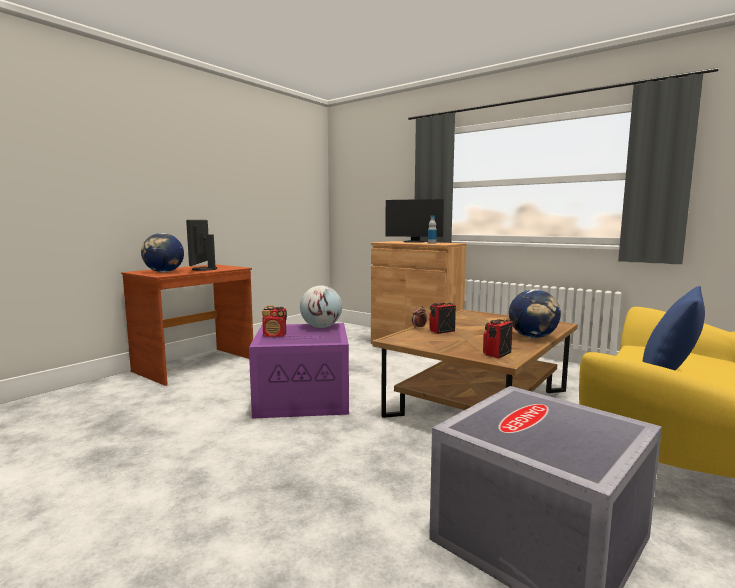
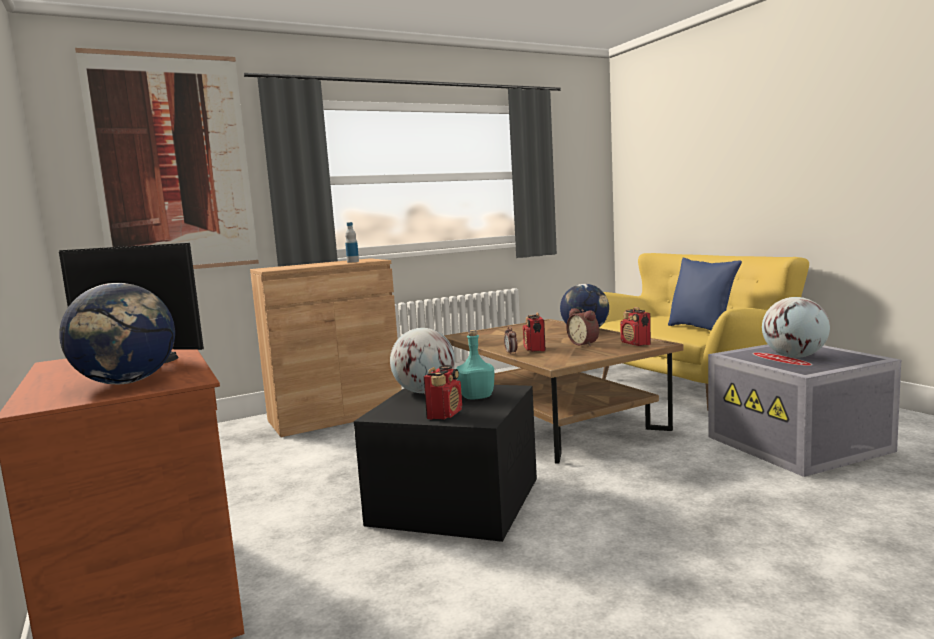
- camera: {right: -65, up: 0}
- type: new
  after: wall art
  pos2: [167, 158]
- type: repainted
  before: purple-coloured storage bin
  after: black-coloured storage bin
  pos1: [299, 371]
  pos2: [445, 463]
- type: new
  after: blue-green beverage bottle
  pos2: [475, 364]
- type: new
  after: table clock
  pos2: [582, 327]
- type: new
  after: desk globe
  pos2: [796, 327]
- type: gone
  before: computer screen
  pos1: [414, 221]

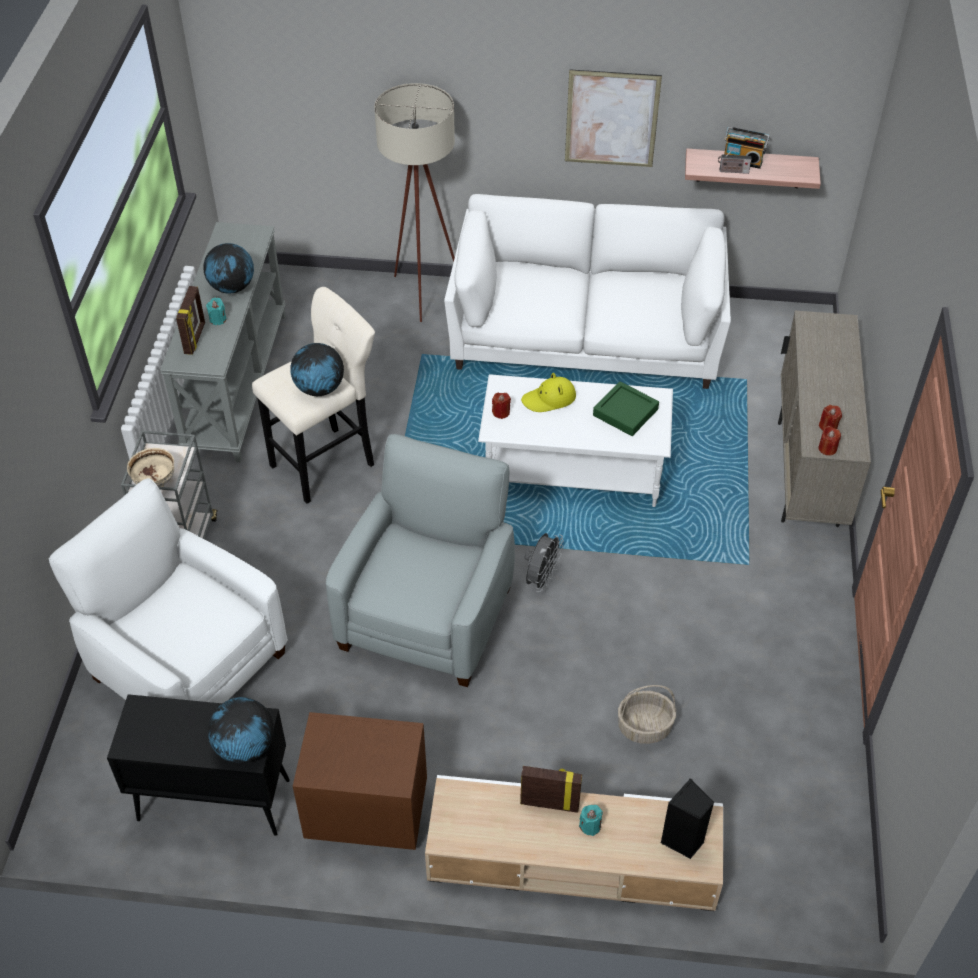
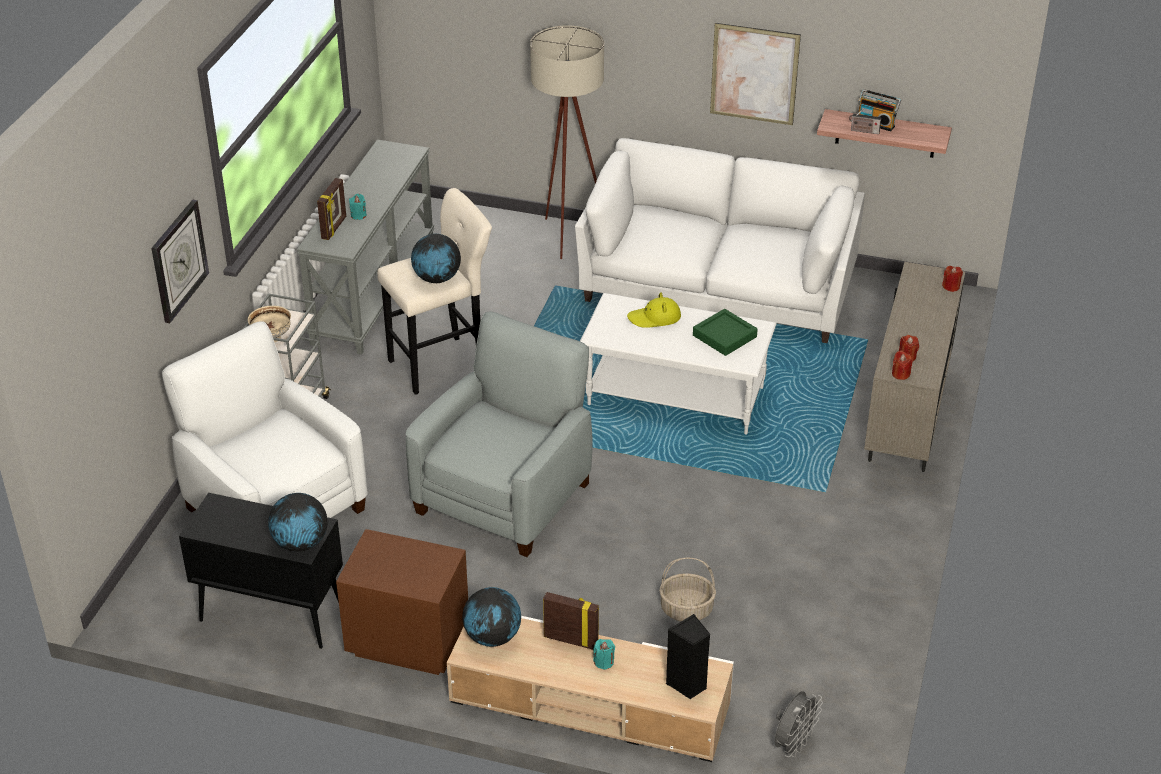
- camera: {right: 10, up: -10}
- type: new
  after: hanging clock
  pos2: [180, 261]
- type: shifted
  before: desk globe
  pos1: [228, 268]
  pos2: [491, 617]
- type: shifted
  before: grey fan
  pos1: [544, 562]
  pos2: [799, 724]
- type: shifted
  before: red wax light
  pos1: [501, 406]
  pos2: [952, 279]

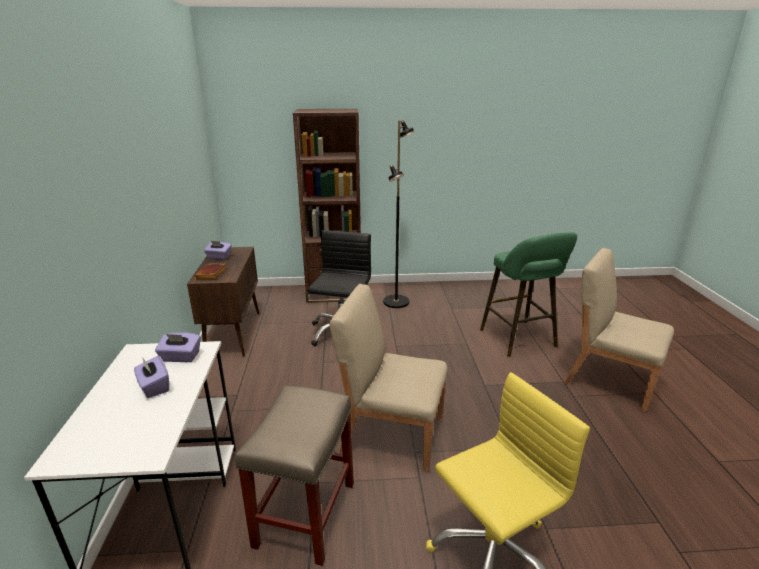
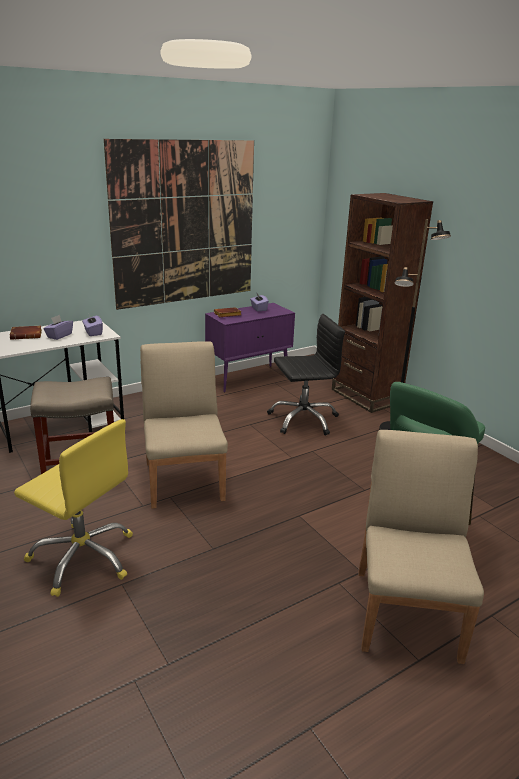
- camera: {right: 60, up: 0}
- type: new
  after: brown volume
  pos2: [26, 333]
- type: new
  after: wall art
  pos2: [179, 224]
- type: repainted
  before: brown storage cabinet
  after: purple-coloured storage cabinet
  pos1: [223, 302]
  pos2: [250, 348]

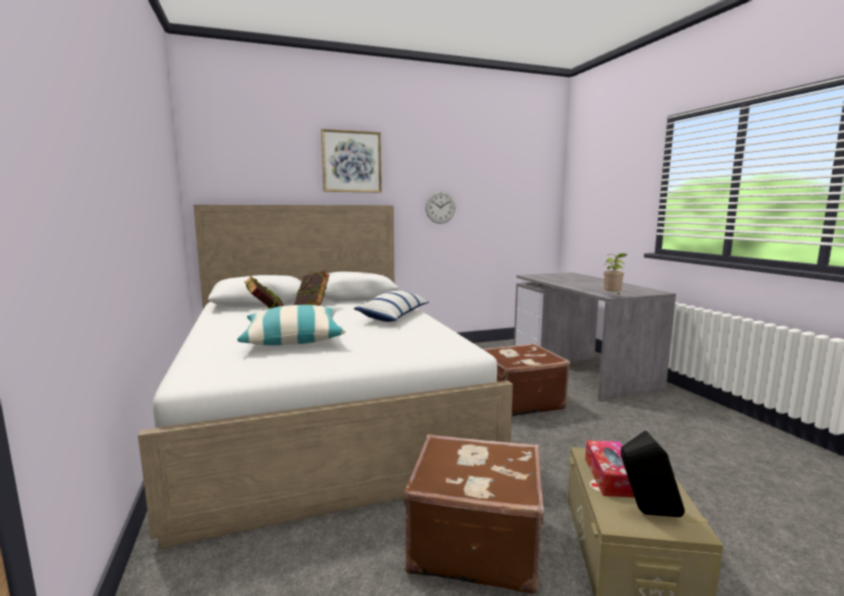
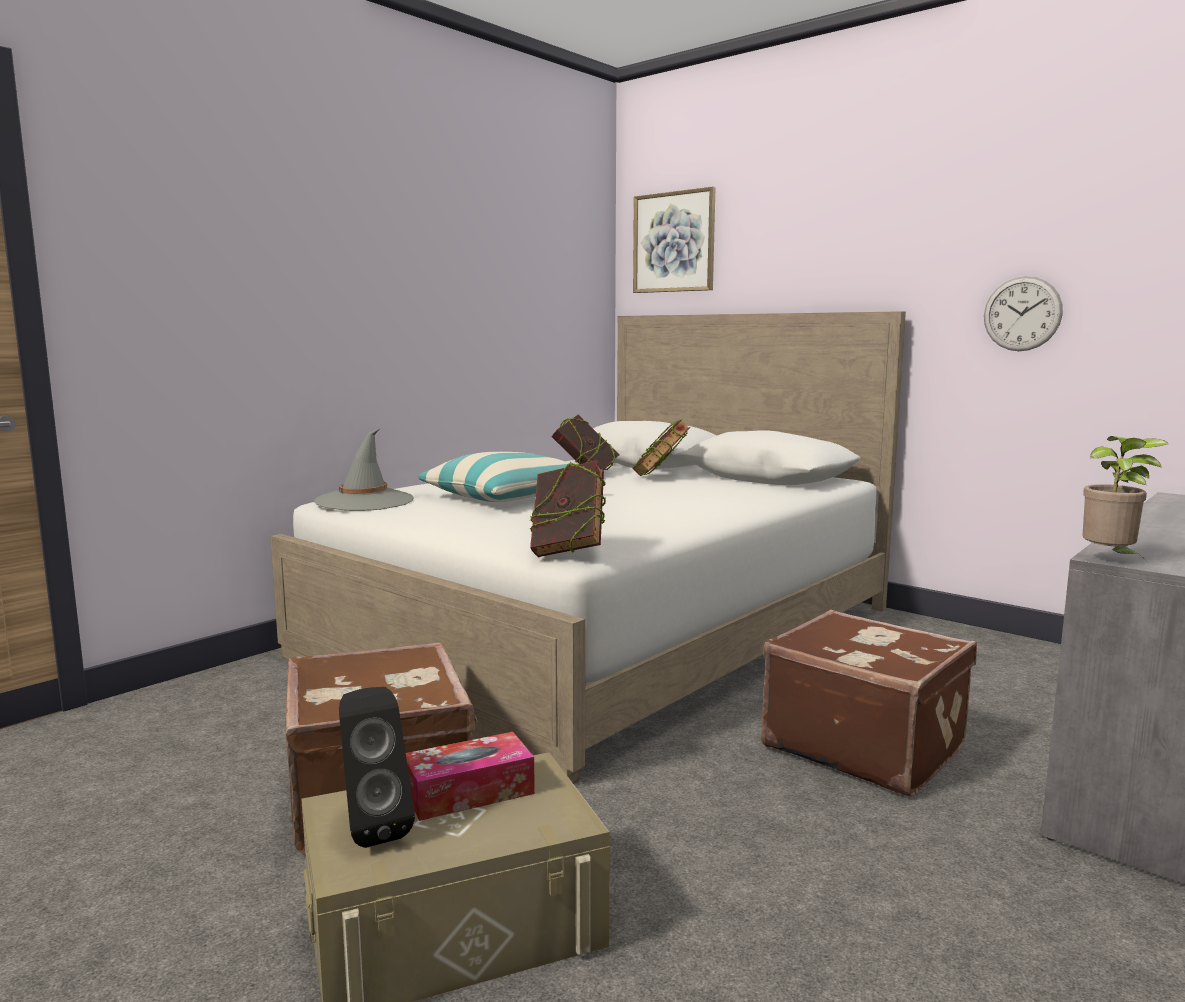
- camera: {right: 60, up: 0}
- type: new
  after: grey hat
  pos2: [364, 470]
- type: new
  after: volume
  pos2: [567, 508]
- type: shifted
  before: wall art
  pos1: [351, 160]
  pos2: [674, 240]
- type: gone
  before: throw pillow
  pos1: [391, 306]

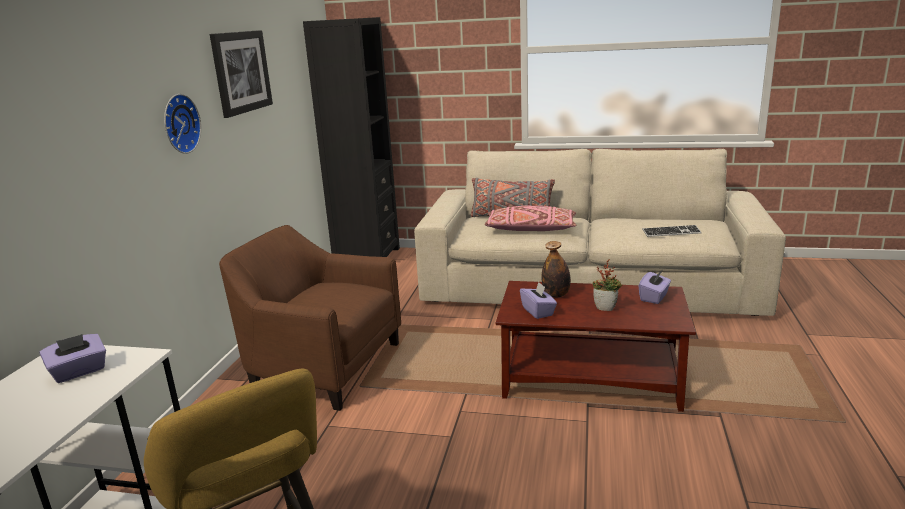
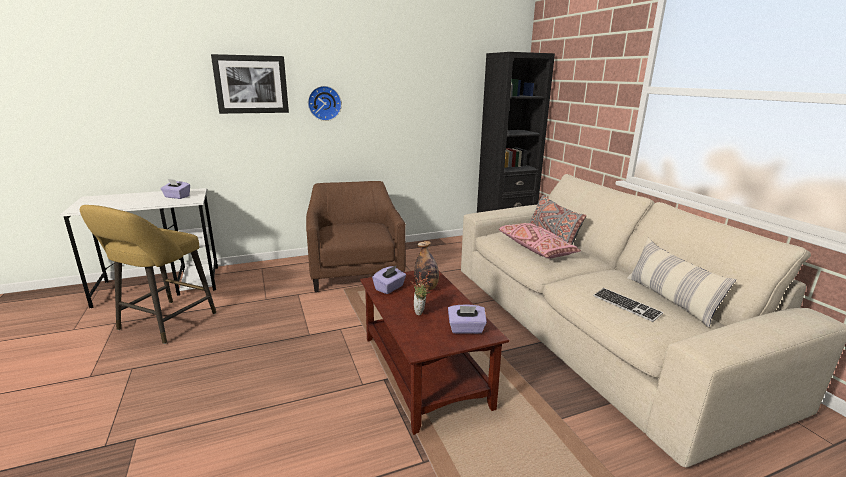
- camera: {right: 55, up: 0}
- type: shifted
  before: wall art
  pos1: [241, 74]
  pos2: [250, 84]
- type: new
  after: throw pillow
  pos2: [681, 283]

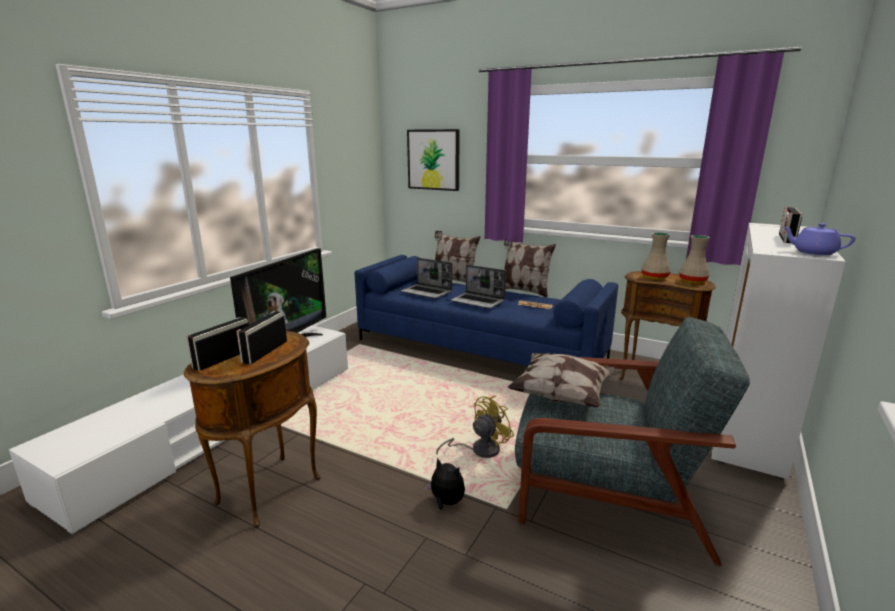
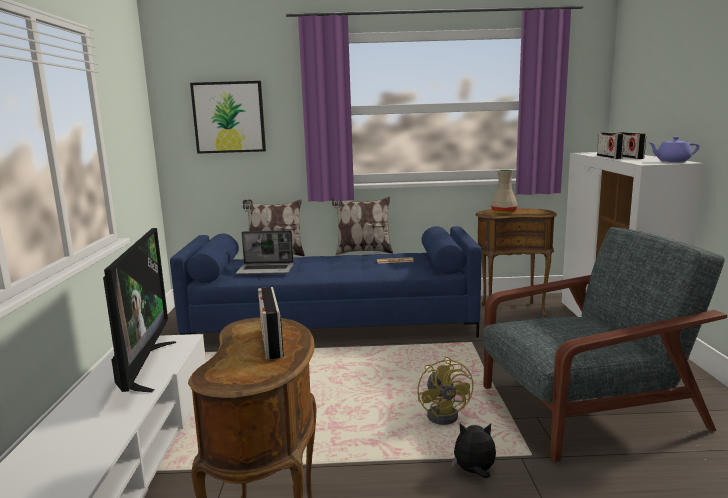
- camera: {right: -30, up: -5}
- type: rotated
  before: yellowish fan
  pos1: [475, 427]
  pos2: [445, 390]
  turn: 150
- type: shifted
  before: radio set
  pos1: [217, 344]
  pos2: [610, 145]
- type: gone
  before: laptop
  pos1: [478, 287]
- type: gone
  before: throw pillow
  pos1: [562, 380]
- type: gone
  before: beige decorative vase
  pos1: [694, 259]

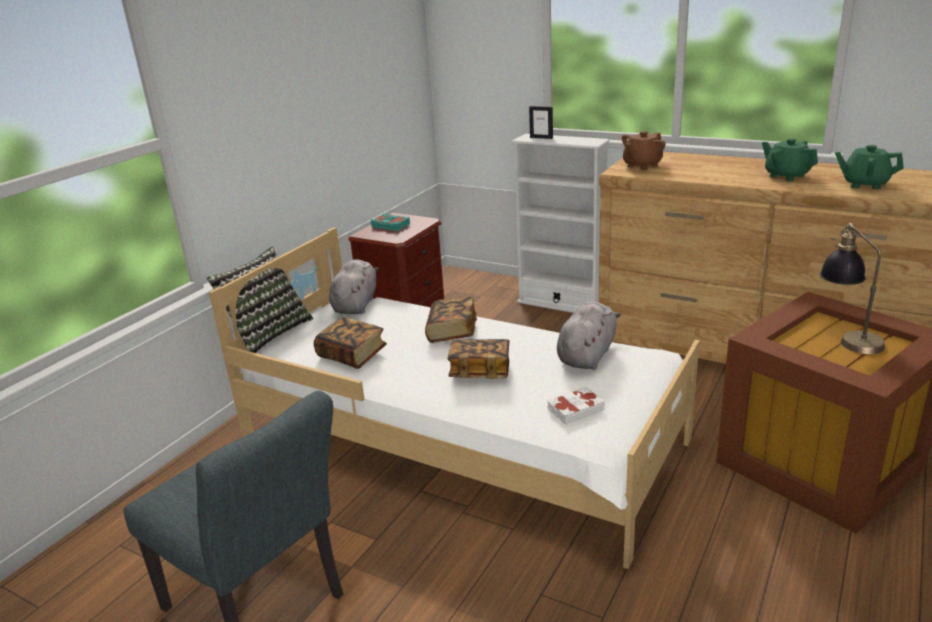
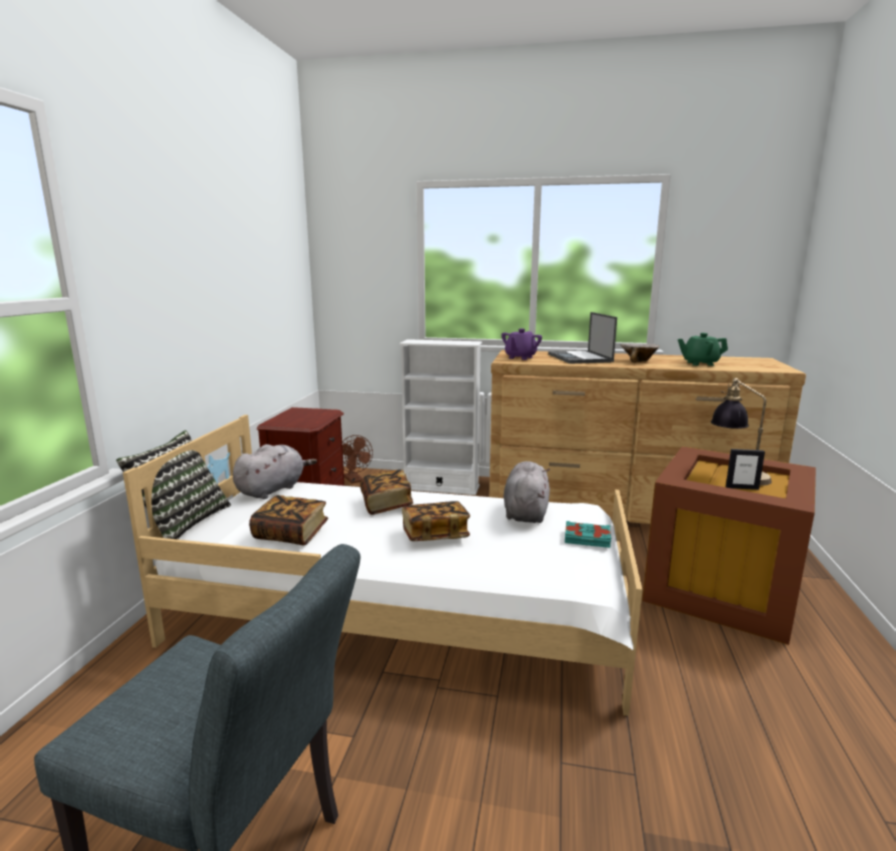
- camera: {right: -20, up: -10}
- type: rotated
  before: grey cuddly toy
  pos1: [354, 286]
  pos2: [275, 471]
  turn: 45
- type: new
  after: brown fan
  pos2: [357, 459]
- type: repainted
  before: brown teapot
  after: purple-coloured teapot
  pos1: [644, 150]
  pos2: [521, 344]
- type: new
  after: laptop
  pos2: [582, 338]
- type: shifted
  before: blue-green volume
  pos1: [390, 222]
  pos2: [588, 534]
- type: swapped
  before: green teapot
  after: deep dish
  pos1: [790, 159]
  pos2: [640, 353]
- type: shifted
  before: picture frame
  pos1: [541, 122]
  pos2: [745, 469]
- type: gone
  before: whitish volume
  pos1: [576, 406]

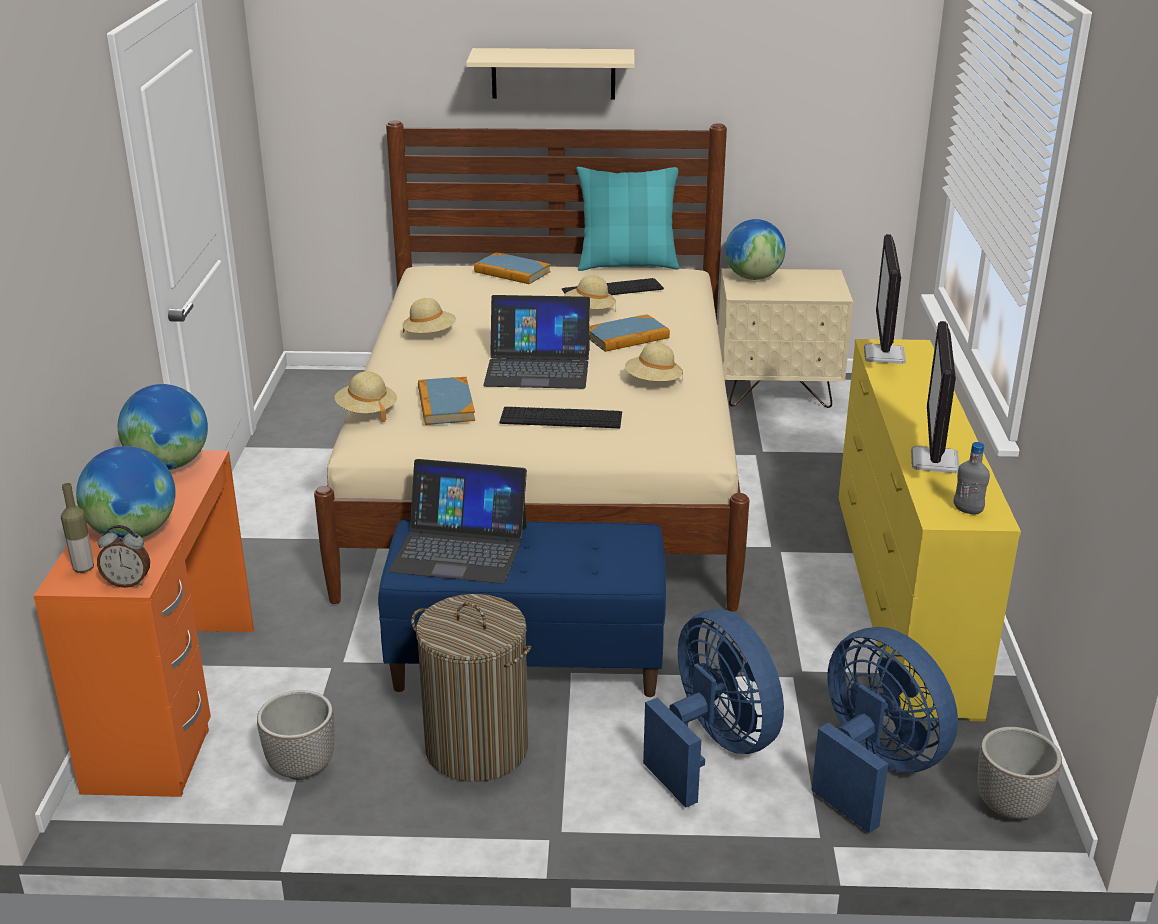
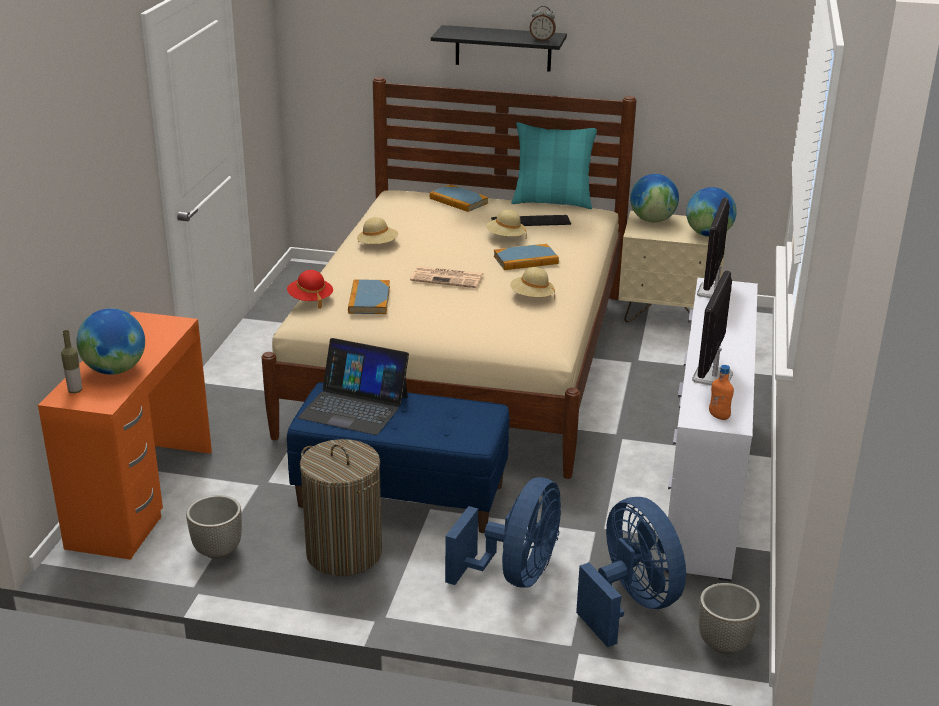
- camera: {right: 10, up: 0}
- type: repainted
  before: beige hat
  after: red hat
  pos1: [366, 396]
  pos2: [310, 289]
- type: swapped
  before: laptop
  after: newspaper
  pos1: [536, 342]
  pos2: [446, 277]
- type: repainted
  before: beige wall shelf
  after: black-coloured wall shelf
  pos1: [550, 74]
  pos2: [499, 48]
- type: rotated
  before: blue fan
  pos1: [713, 708]
  pos2: [503, 532]
  turn: 45
- type: shifted
  before: table clock
  pos1: [123, 556]
  pos2: [543, 23]
- type: repainted
  before: yellowish drawer chest
  after: whitish drawer chest
  pos1: [930, 530]
  pos2: [710, 430]
- type: shifted
  before: desk globe
  pos1: [163, 427]
  pos2: [711, 212]
- type: repainted
  before: grey beverage bottle
  after: orange beverage bottle
  pos1: [972, 478]
  pos2: [721, 392]
- type: gone
  before: computer keyboard
  pos1: [561, 417]

